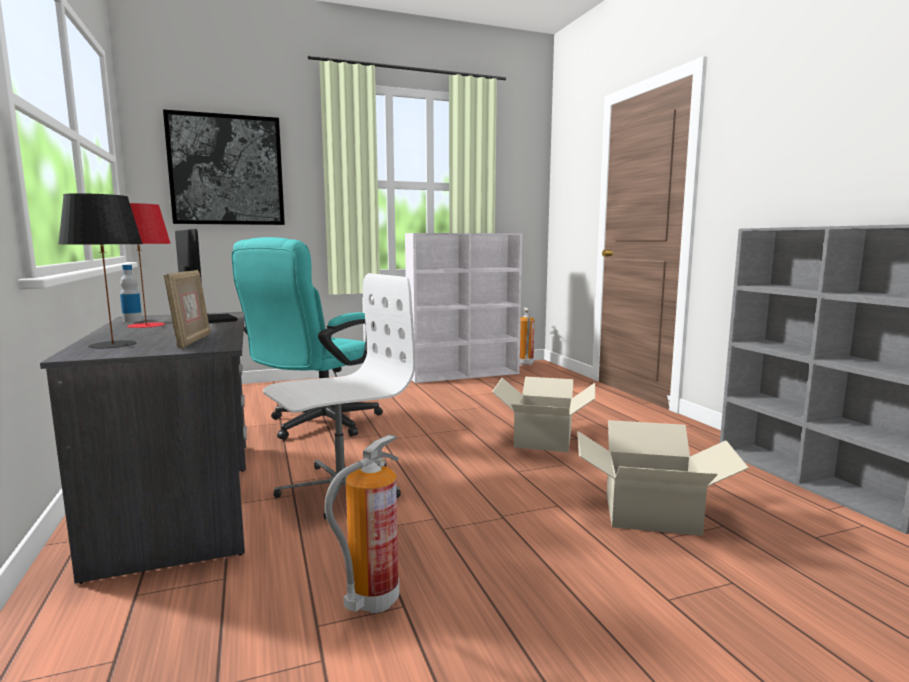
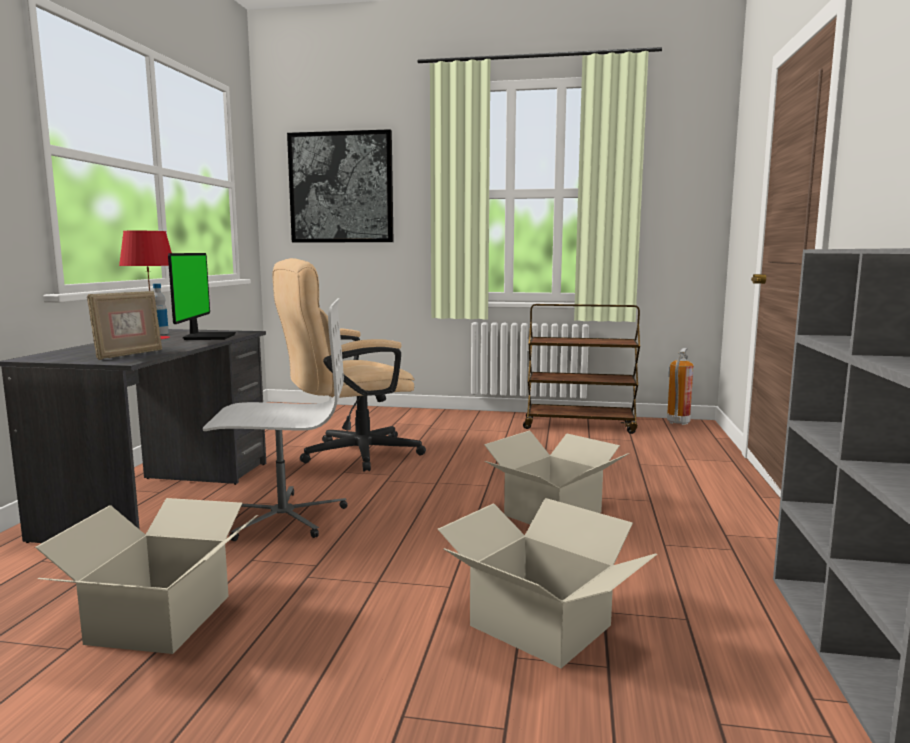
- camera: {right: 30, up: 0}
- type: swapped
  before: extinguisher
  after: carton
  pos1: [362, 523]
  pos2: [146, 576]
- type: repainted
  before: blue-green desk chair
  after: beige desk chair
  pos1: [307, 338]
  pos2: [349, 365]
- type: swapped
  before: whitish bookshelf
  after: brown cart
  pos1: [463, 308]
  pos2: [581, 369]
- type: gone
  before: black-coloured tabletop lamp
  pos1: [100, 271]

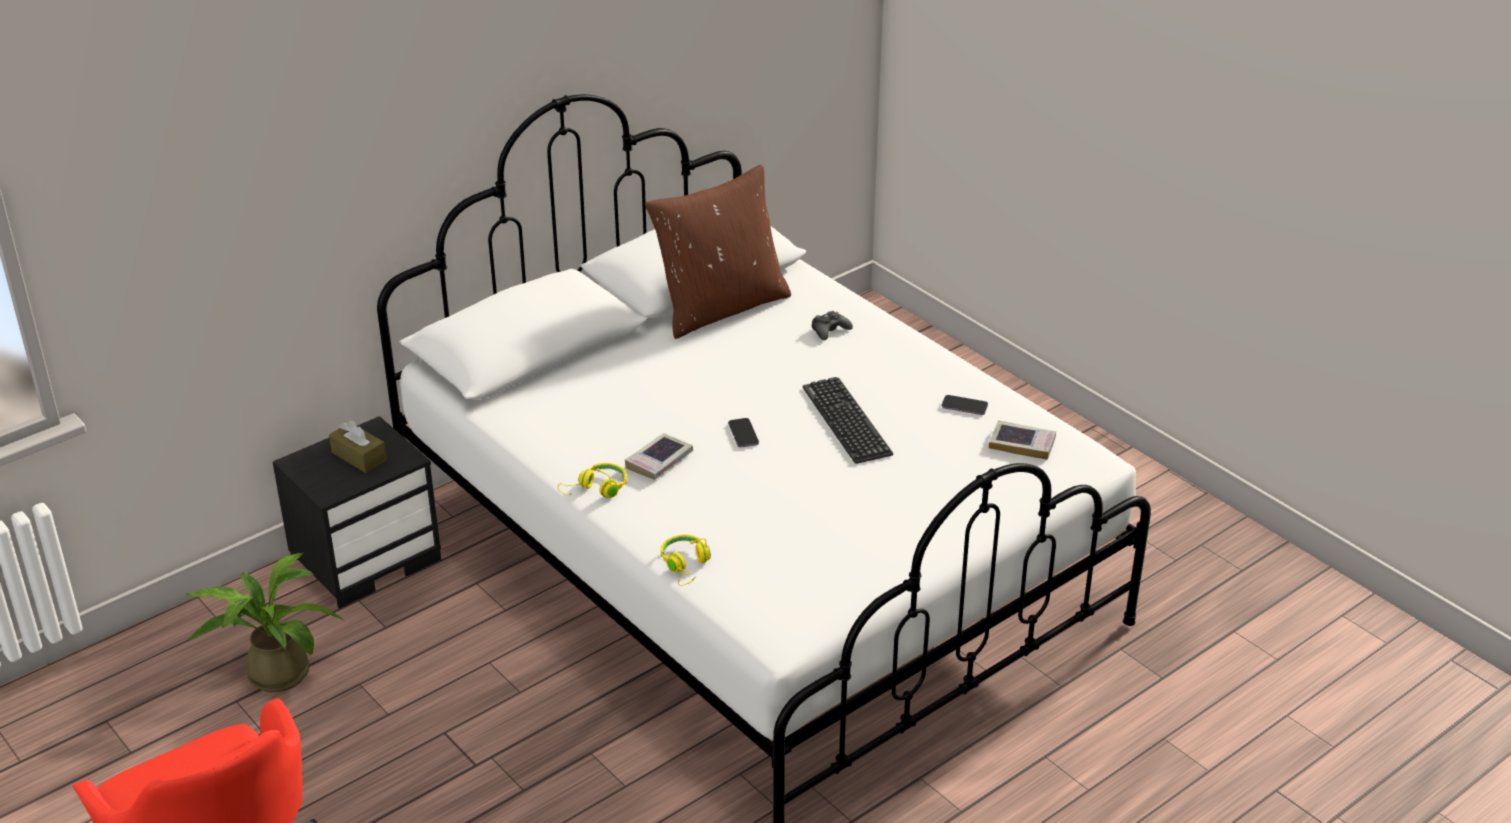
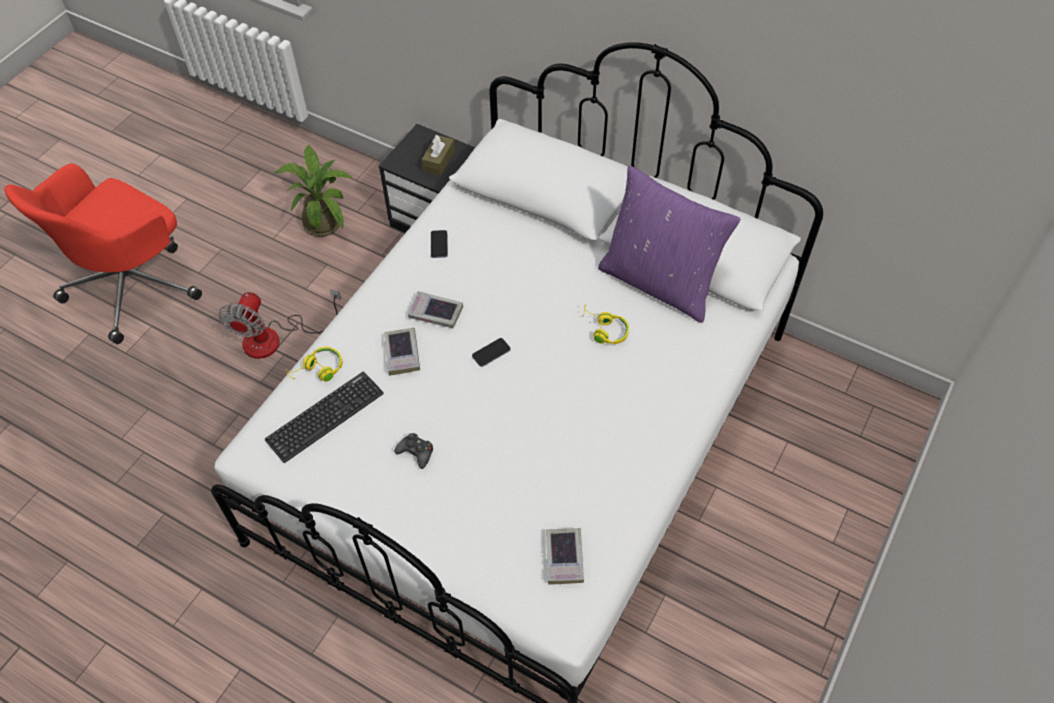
- camera: {right: 70, up: 20}
- type: new
  after: fan
  pos2: [279, 324]
- type: shifted
  before: computer keyboard
  pos1: [848, 420]
  pos2: [324, 417]
- type: new
  after: volume
  pos2: [402, 352]
- type: shifted
  before: black-coloured joypad
  pos1: [832, 325]
  pos2: [413, 451]
- type: shifted
  before: phone
  pos1: [965, 405]
  pos2: [439, 244]
- type: shifted
  before: yellowish pair of headphones
  pos1: [592, 480]
  pos2: [605, 324]
- type: repainted
  before: brown throw pillow
  after: purple-coloured throw pillow
  pos1: [718, 251]
  pos2: [669, 244]

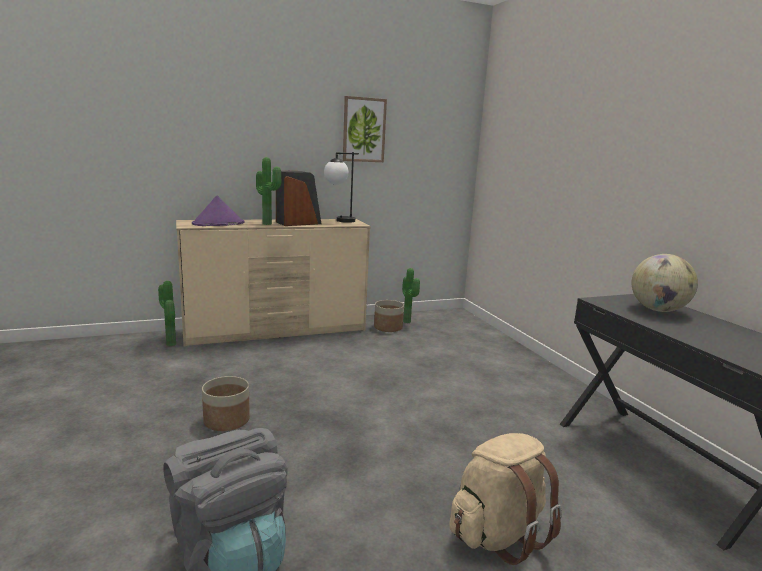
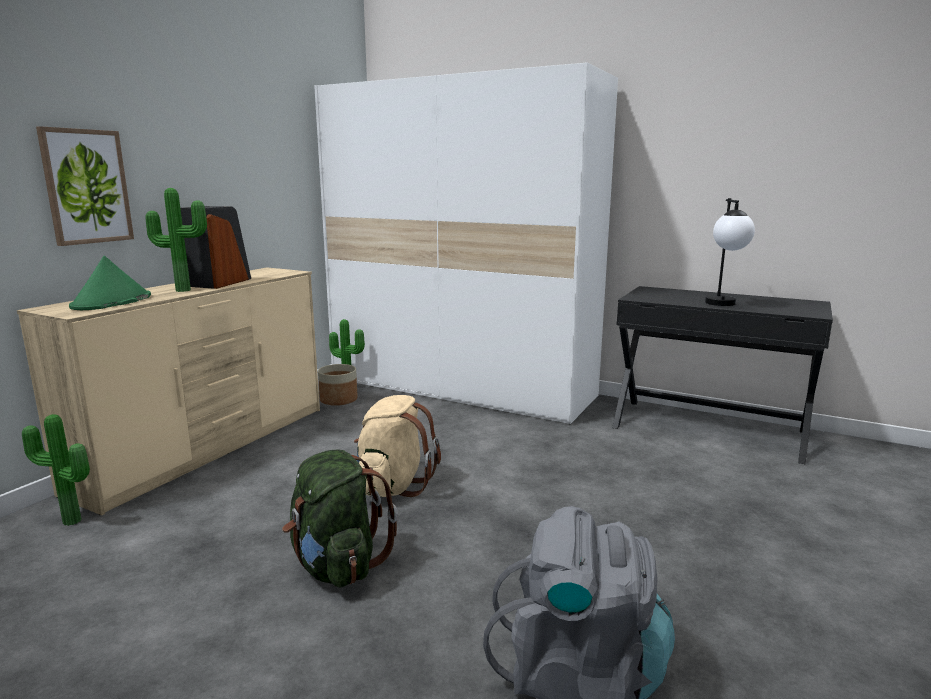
- camera: {right: -40, up: 0}
- type: shifted
  before: wall art
  pos1: [365, 129]
  pos2: [85, 186]
- type: repainted
  before: purple-coloured hat
  after: green hat
  pos1: [218, 210]
  pos2: [110, 283]
- type: swapped
  before: plant pot
  after: green rucksack
  pos1: [226, 403]
  pos2: [340, 518]
- type: new
  after: whitish armoire
  pos2: [466, 243]
- type: shifted
  before: beige rucksack
  pos1: [505, 499]
  pos2: [397, 446]
- type: shifted
  before: tabletop lamp
  pos1: [341, 187]
  pos2: [730, 252]
- type: gone
  before: desk globe
  pos1: [665, 283]

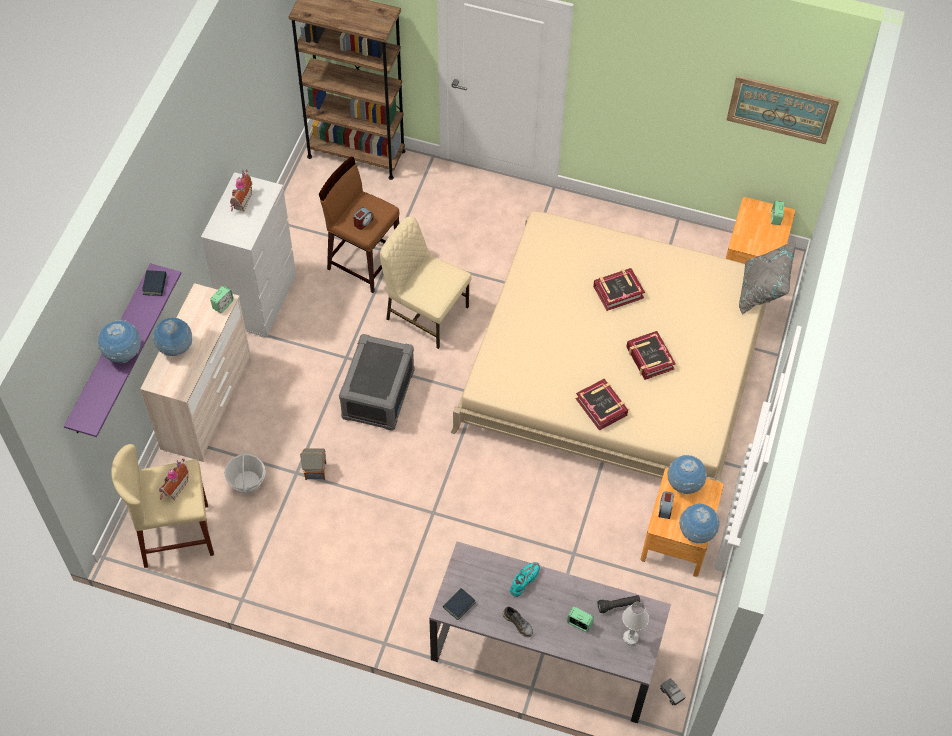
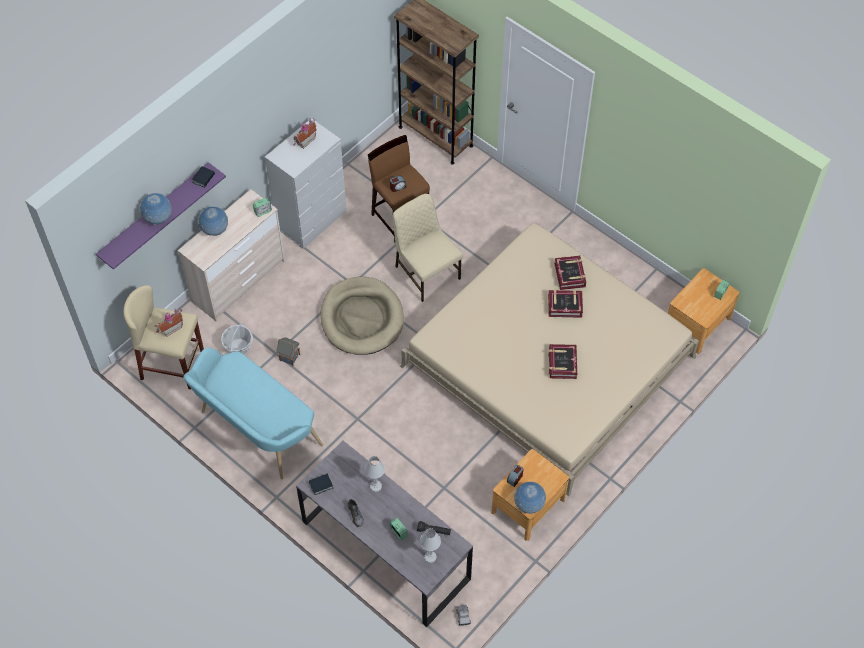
- camera: {right: 25, up: 0}
- type: new
  after: blue-green bench
  pos2: [253, 414]
- type: swapped
  before: grey storage bin
  after: beige dog cushion
  pos1: [377, 382]
  pos2: [362, 316]
- type: swapped
  before: blue-green item of footwear
  after: whitish tabletop lamp
  pos1: [525, 579]
  pos2: [374, 474]
- type: shifted
  before: volume
  pos1: [602, 405]
  pos2: [570, 273]
- type: gone
  before: desk globe
  pos1: [687, 474]
- type: gone
  before: wall art
  pos1: [783, 110]
- type: gone
  before: grey throw pillow
  pos1: [767, 277]

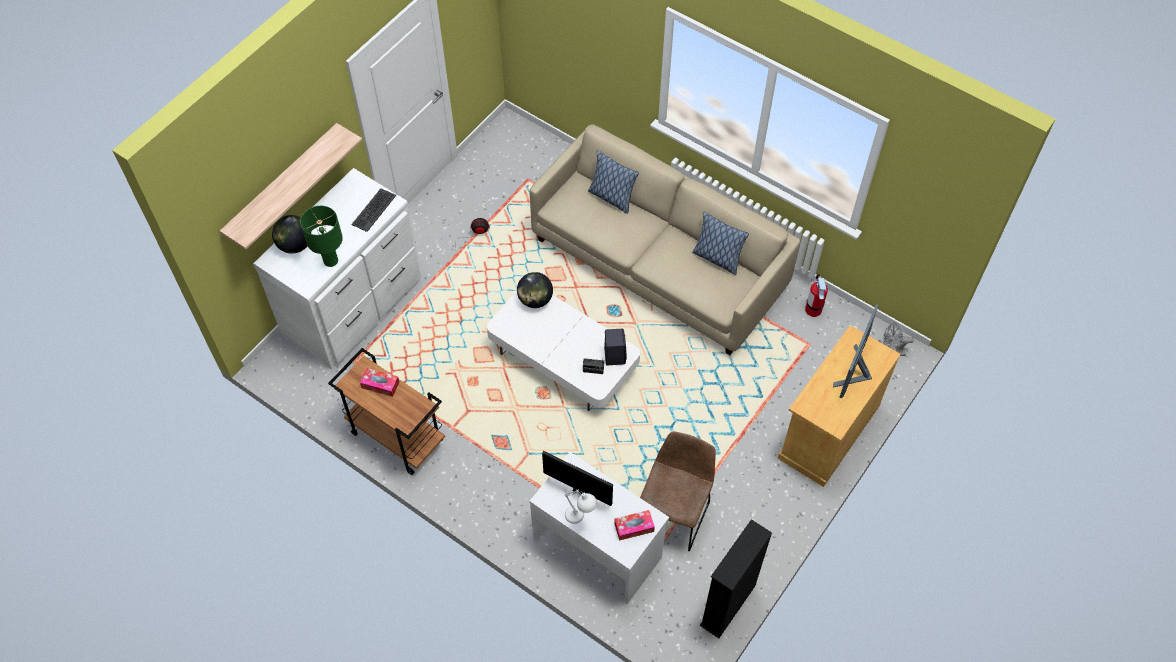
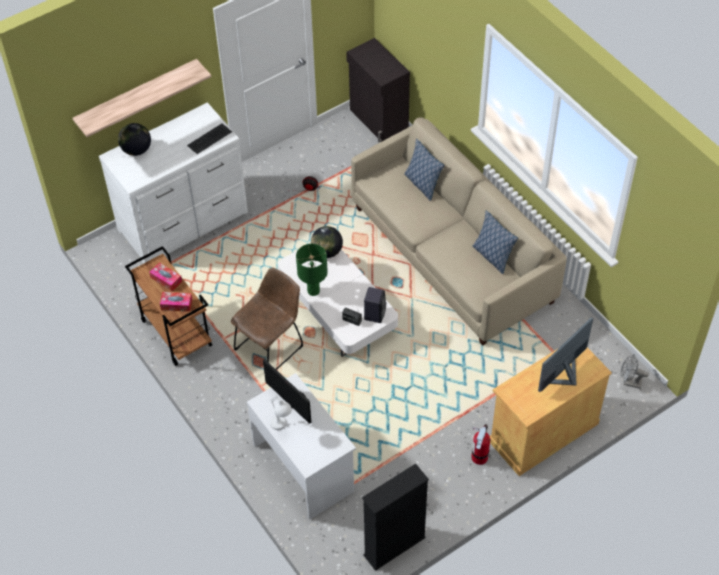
- camera: {right: 20, up: -5}
- type: shifted
  before: box of tissues
  pos1: [634, 525]
  pos2: [176, 302]
- type: shifted
  before: brown upright chair
  pos1: [678, 491]
  pos2: [267, 319]
- type: shifted
  before: green tabletop lamp
  pos1: [321, 236]
  pos2: [312, 270]
- type: new
  after: black-coloured storage cabinet
  pos2: [378, 90]
- type: shifted
  before: extinguisher
  pos1: [816, 295]
  pos2: [480, 444]

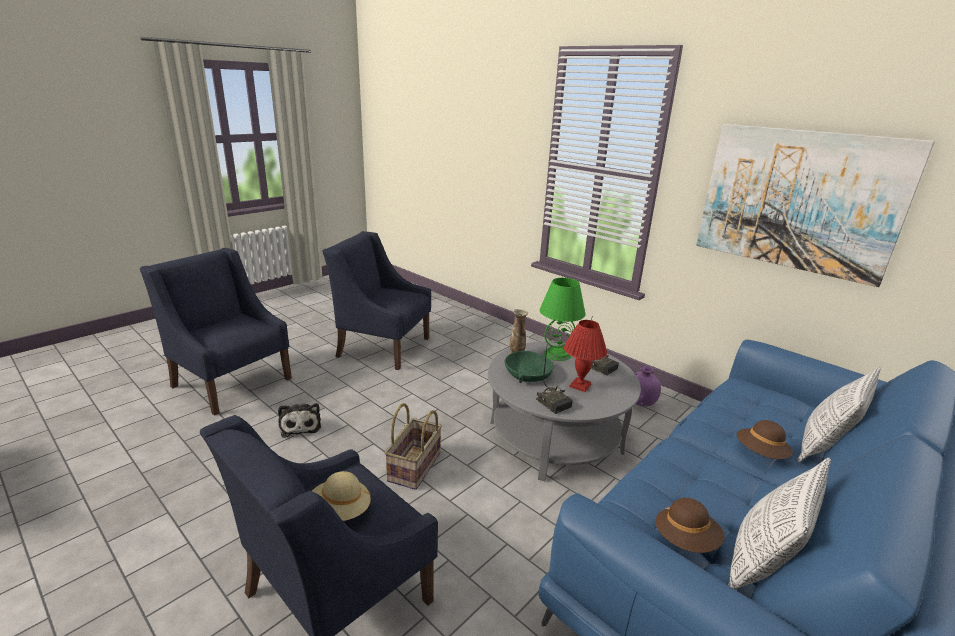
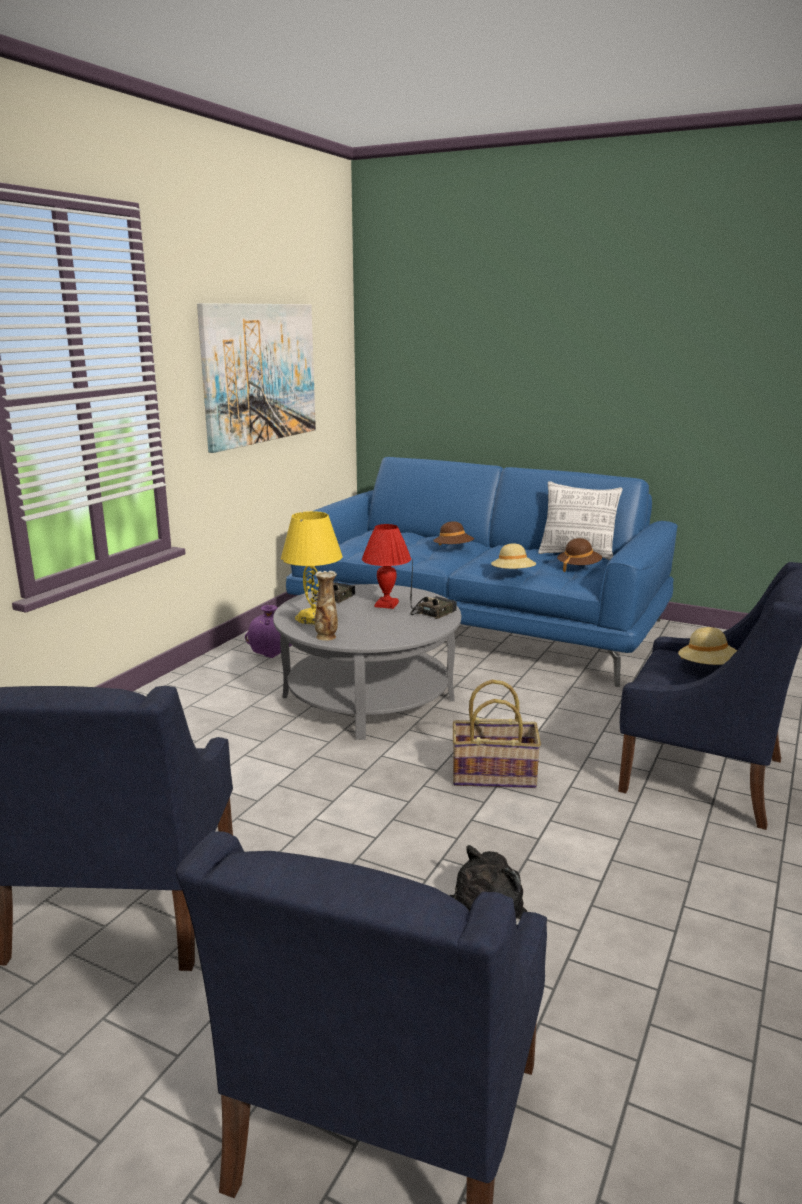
- camera: {right: -105, up: -5}
- type: repainted
  before: green tabletop lamp
  after: yellowish tabletop lamp
  pos1: [563, 319]
  pos2: [311, 567]
- type: new
  after: beige hat
  pos2: [513, 556]
- type: gone
  before: green deep dish
  pos1: [529, 367]
- type: gone
  before: throw pillow
  pos1: [839, 414]

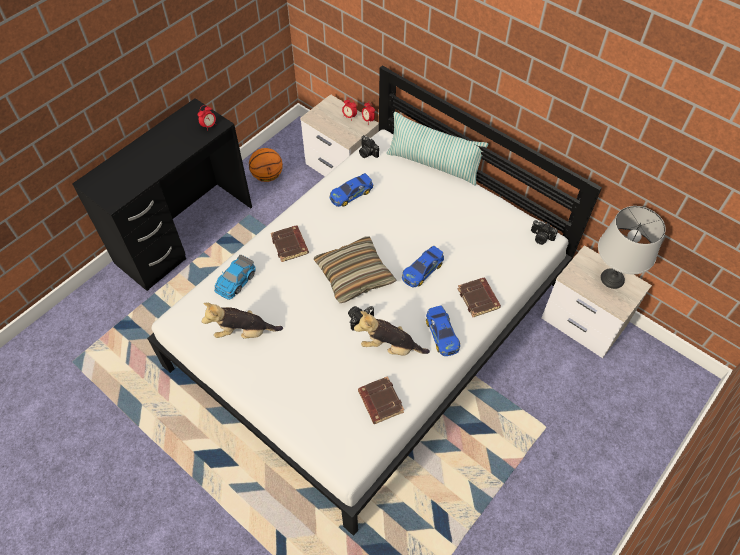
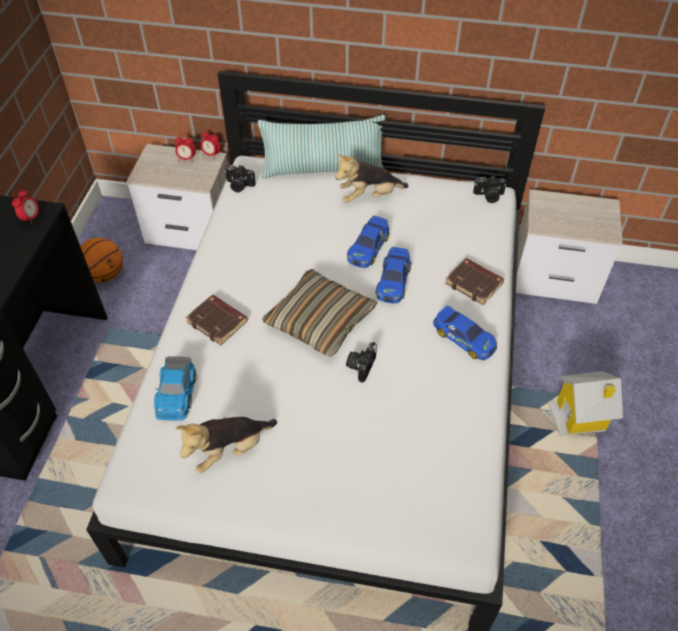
- camera: {right: -30, up: -5}
- type: shifted
  before: cuddly toy
  pos1: [392, 333]
  pos2: [371, 178]
- type: shifted
  before: toy car
  pos1: [351, 190]
  pos2: [368, 242]
- type: new
  after: toy house
  pos2: [585, 403]
- type: gone
  before: brown volume
  pos1: [381, 400]
- type: gone
  before: grey tabletop lamp
  pos1: [632, 247]

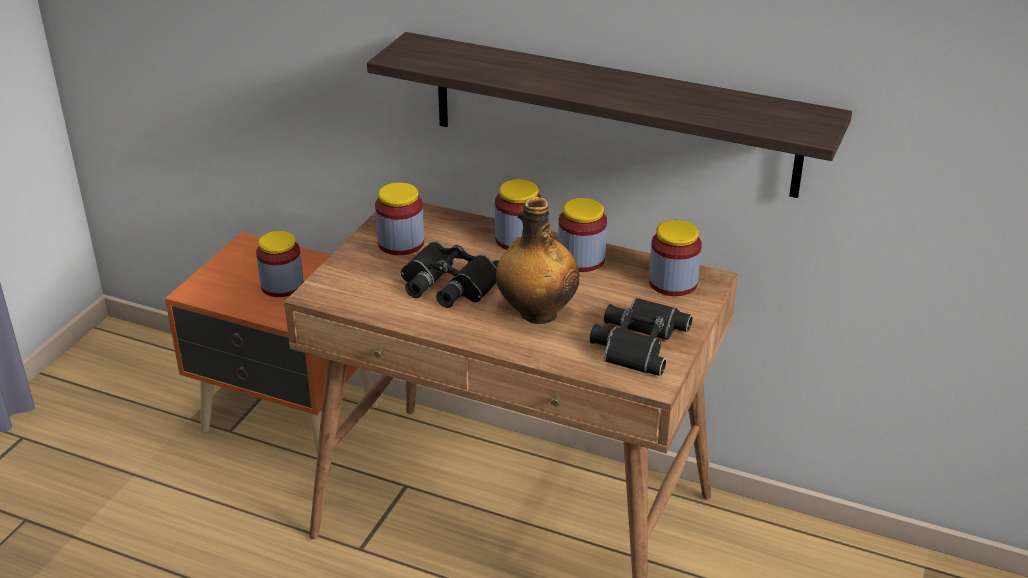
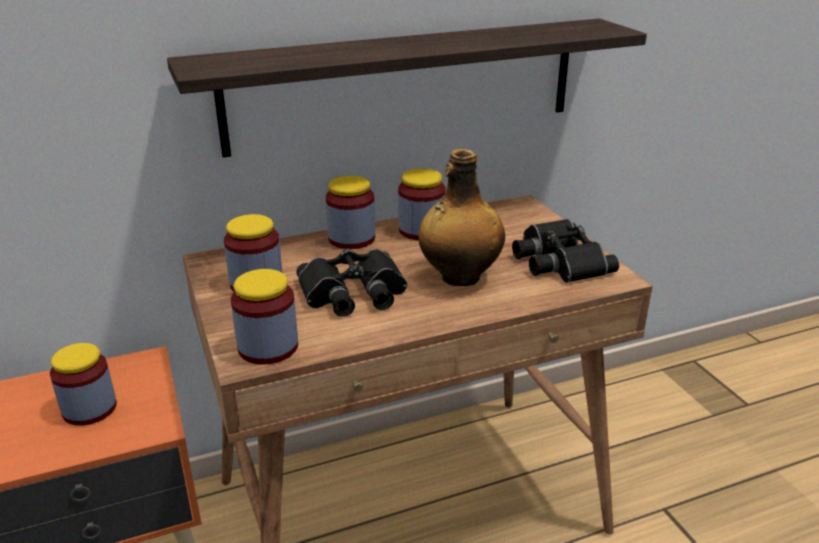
- camera: {right: -45, up: -5}
- type: shifted
  before: jar
  pos1: [675, 258]
  pos2: [264, 317]

